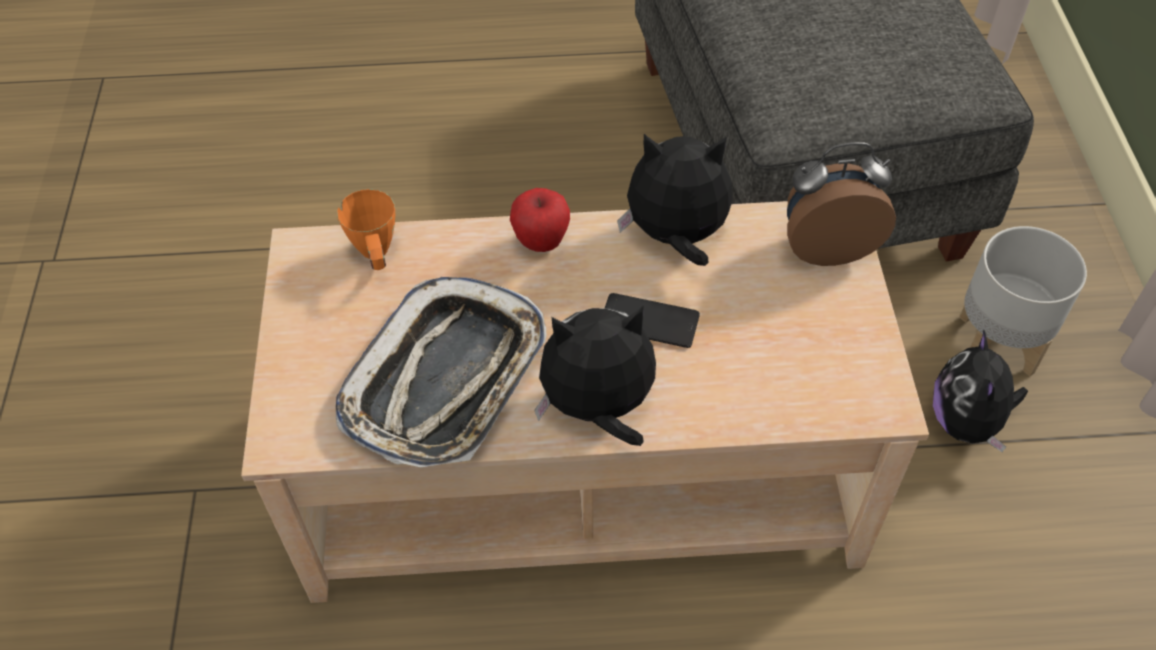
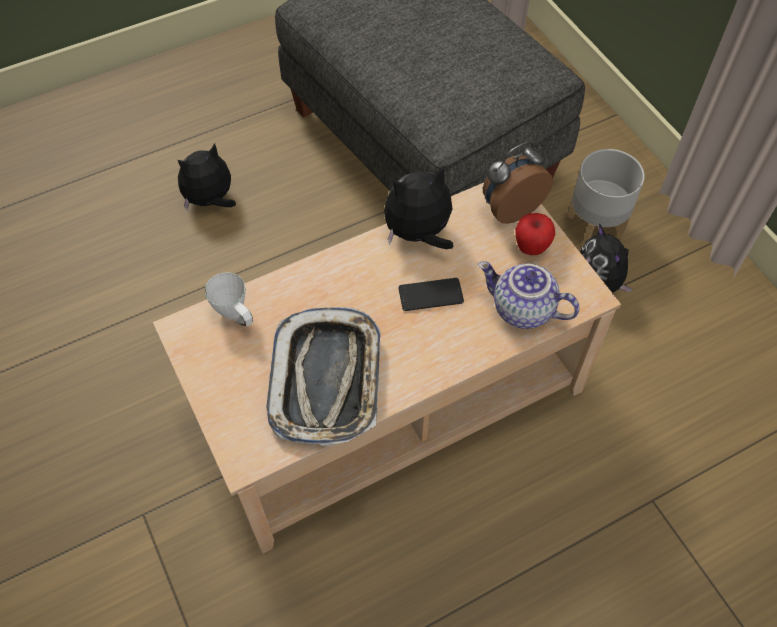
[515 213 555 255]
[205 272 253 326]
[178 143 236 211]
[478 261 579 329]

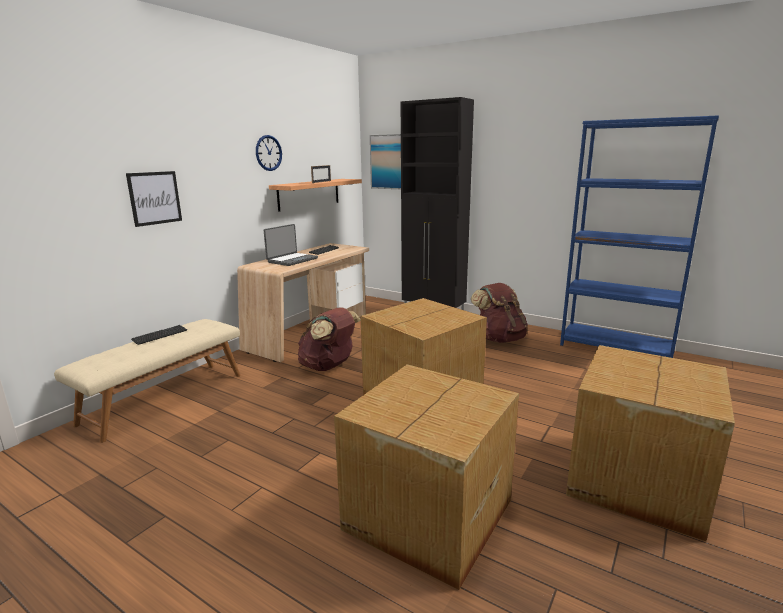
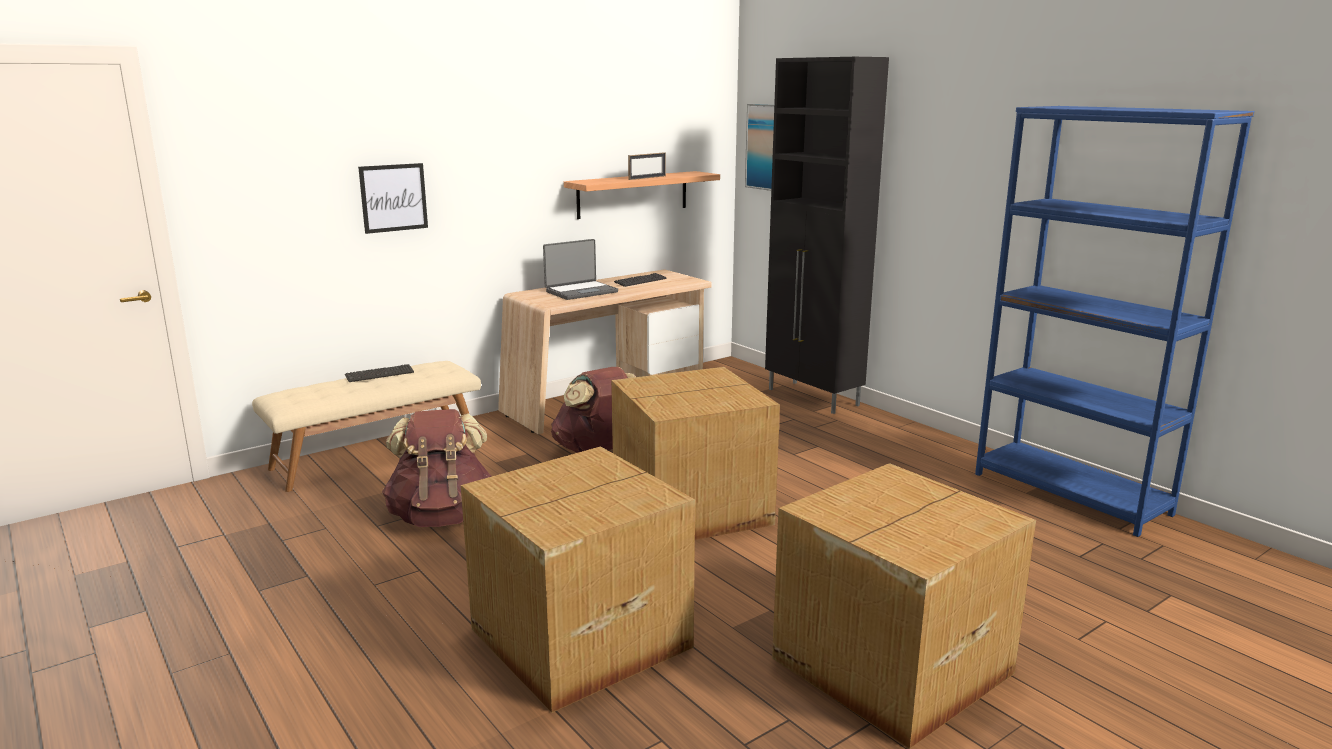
[256 135 282 171] (first image)
[382 409 491 527]

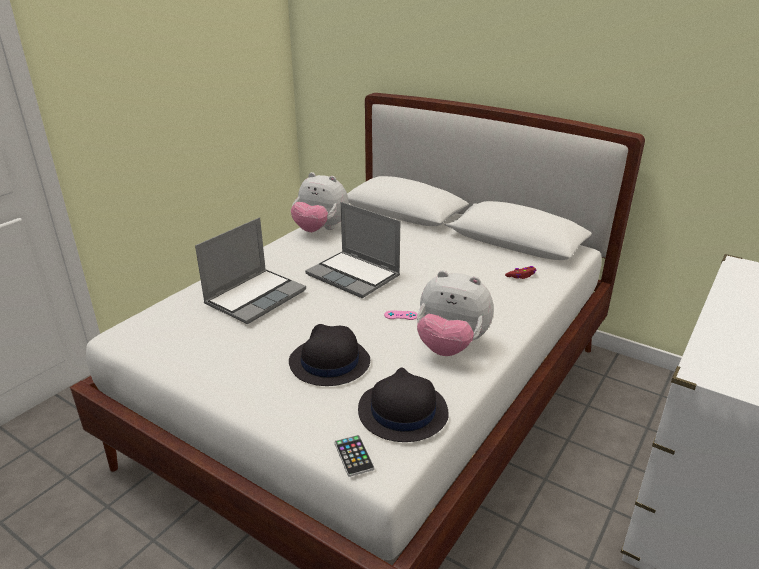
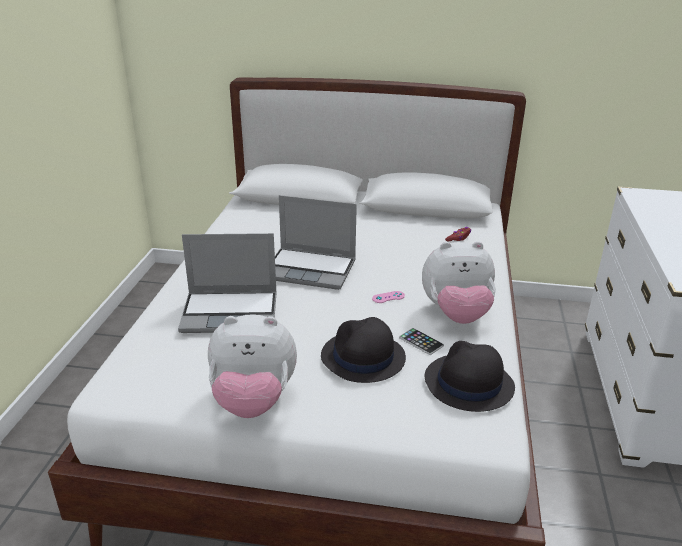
[208 314 297 418]
[178 233 277 333]
[399 328 444 355]

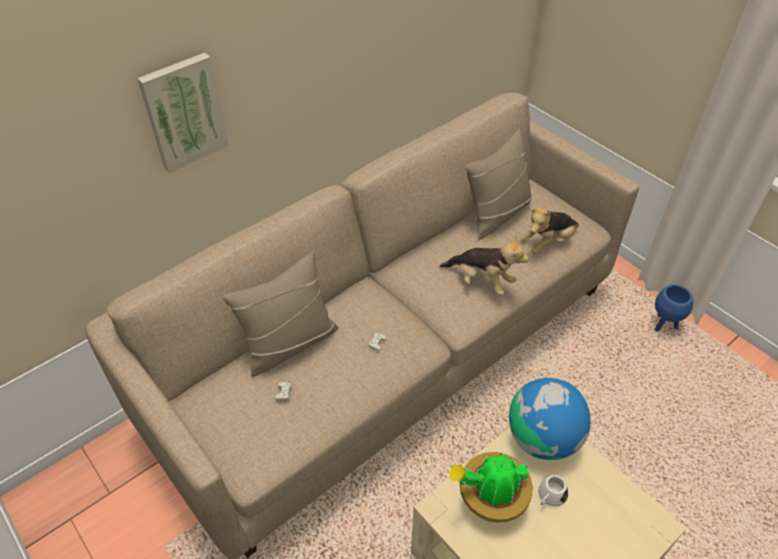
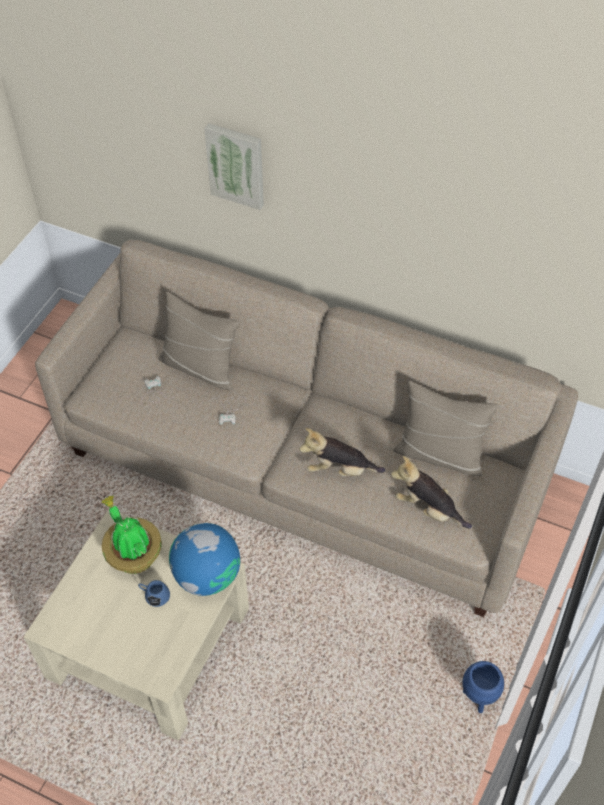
[299 428 385 476]
[138 580 170 607]

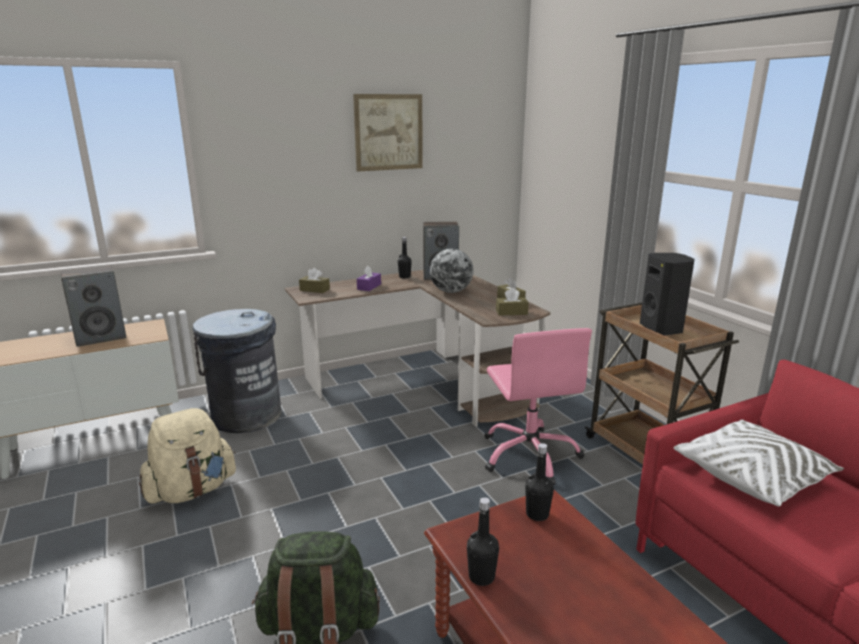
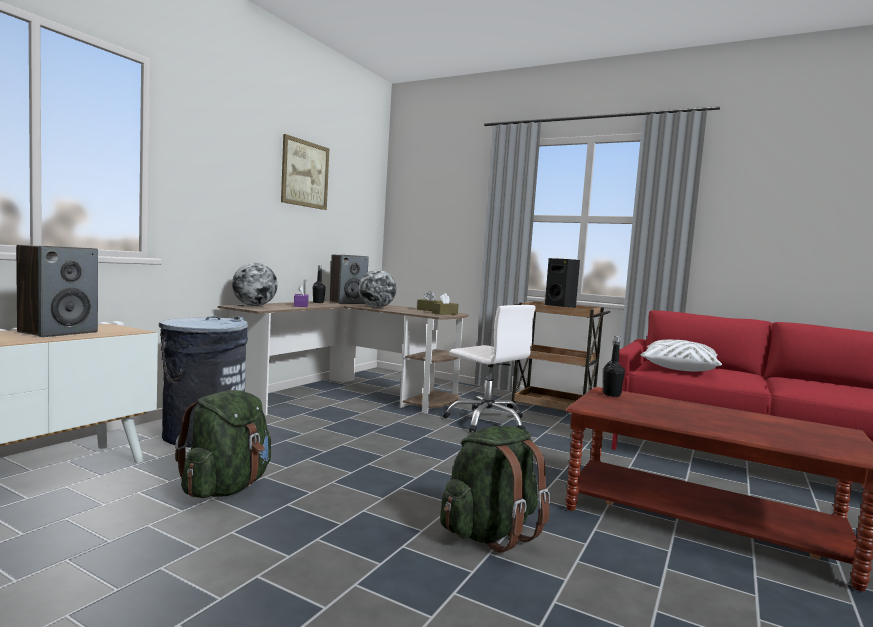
[232 263 278 306]
[443 305 536 432]
[175 390 271 498]
[467 497 499 586] (first image)

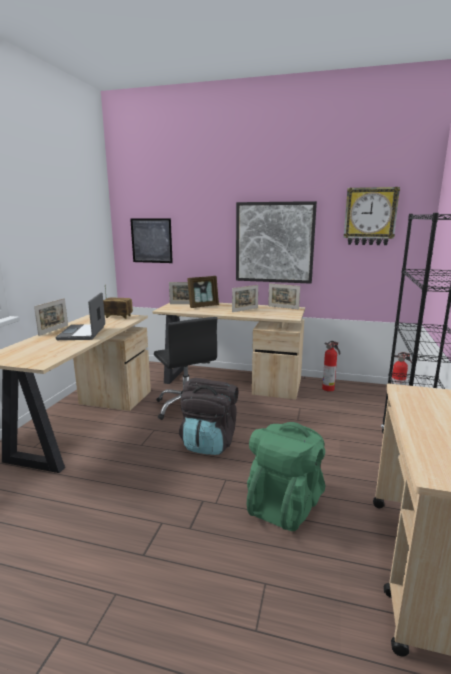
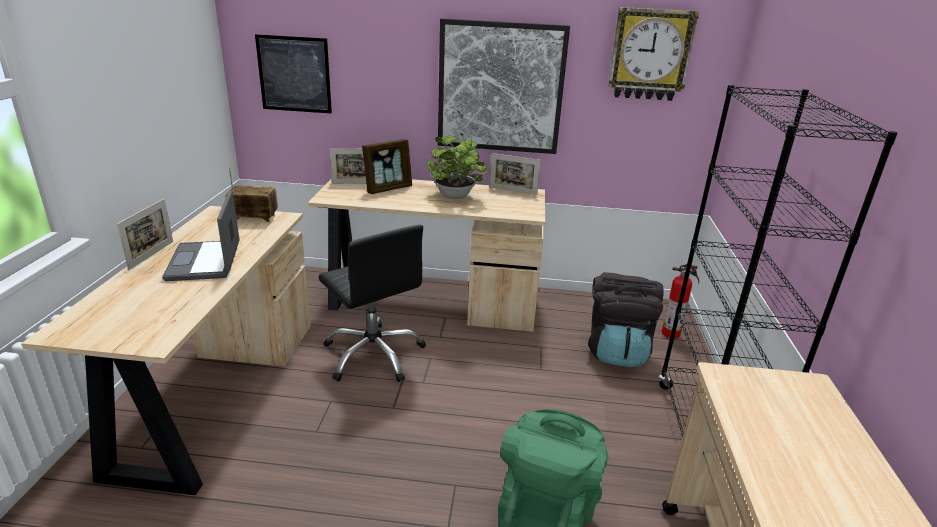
[426 136 489 199]
[322 341 340 391] (first image)
[588 272 664 367]

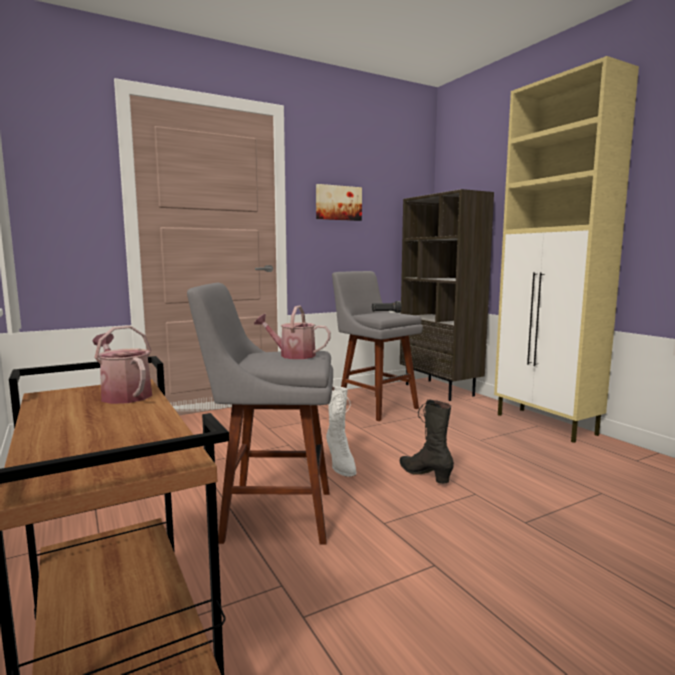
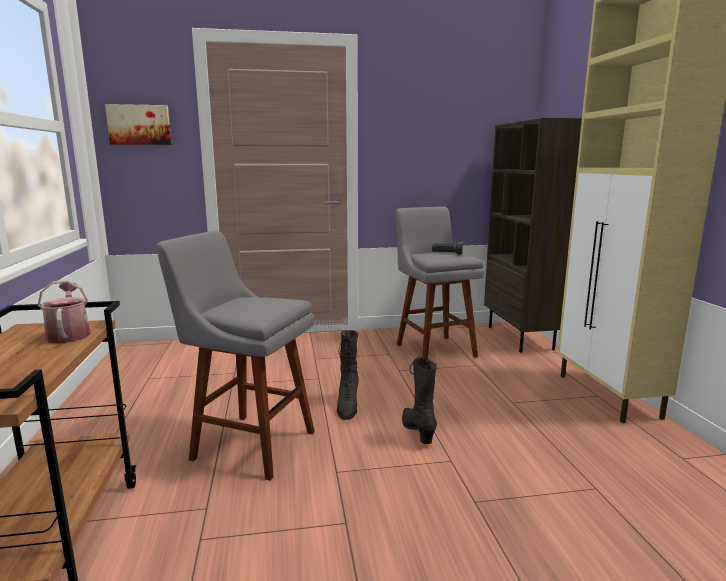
[105 104 172 145]
[254 306 331 359] (first image)
[337 330 359 420]

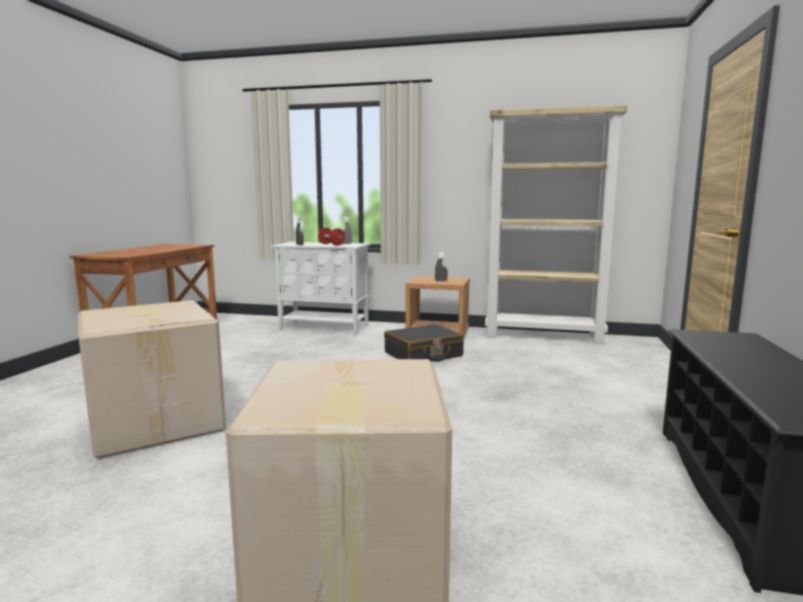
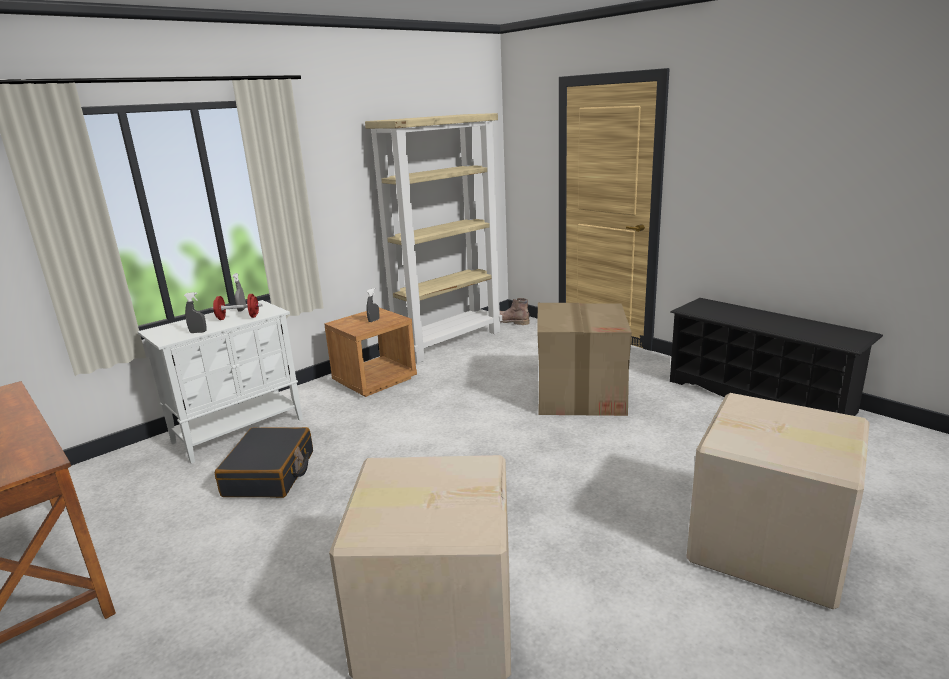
[215 427 313 498]
[500 298 530 325]
[537 303 632 416]

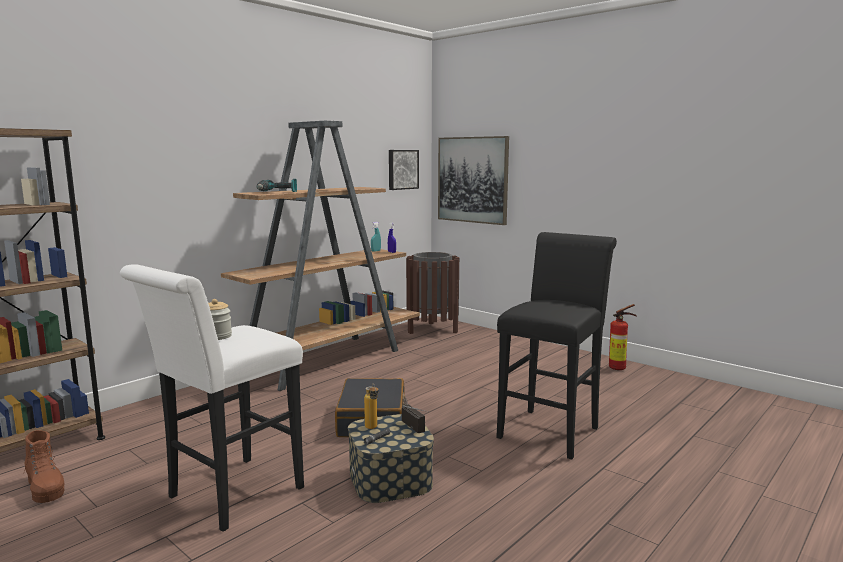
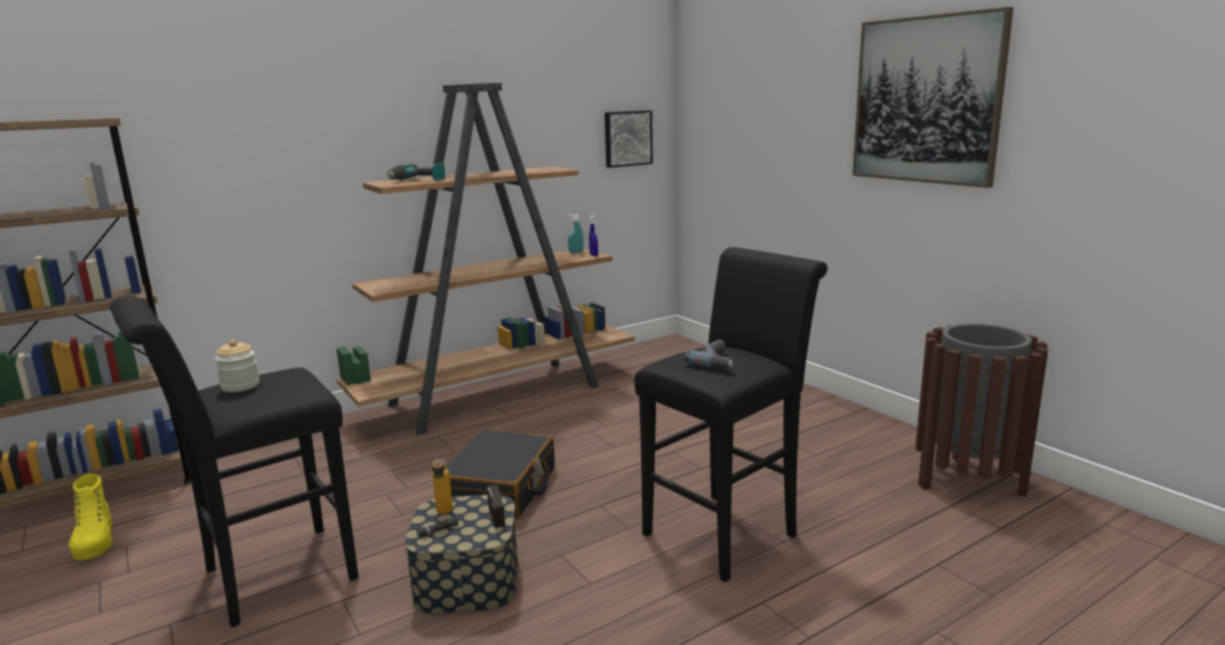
[852 7 1014 188]
[915 324 1049 497]
[110 296 359 628]
[609 304 637 370] (first image)
[68 473 113 560]
[684 340 733 369]

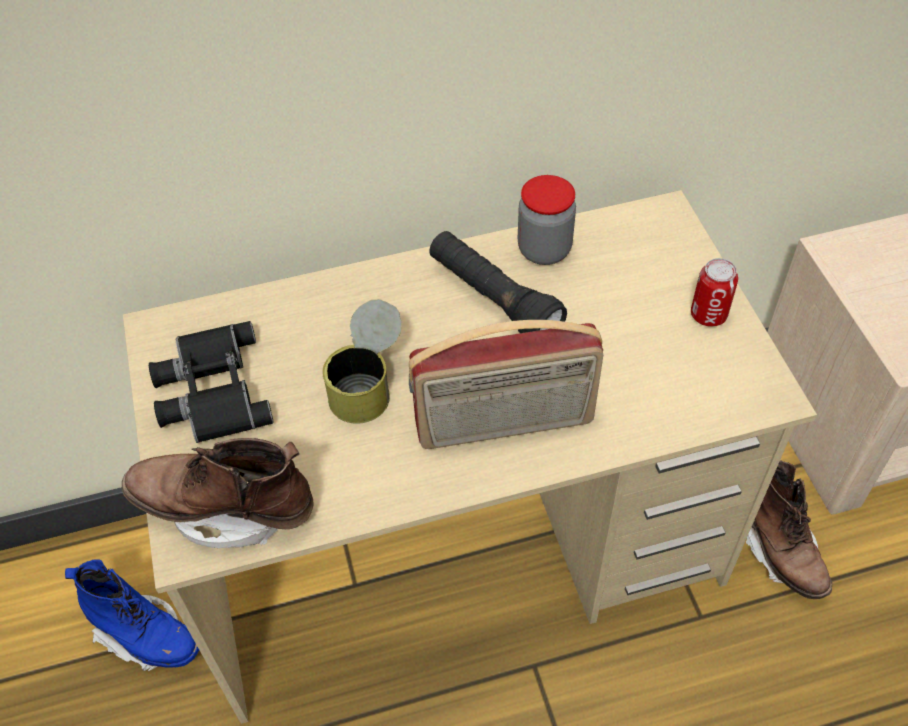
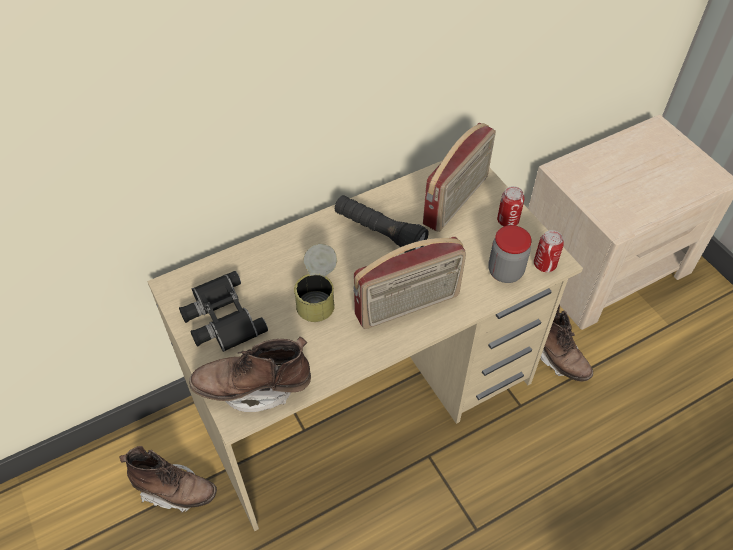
[489 225 532 283]
[119 446 217 512]
[423 123 496 232]
[534 230 564 272]

